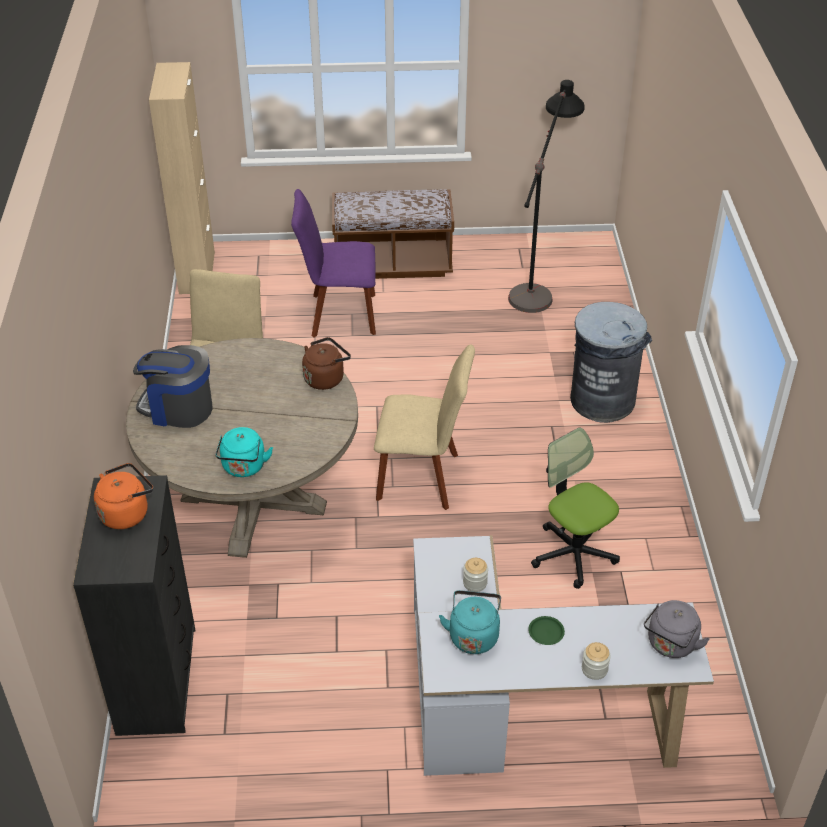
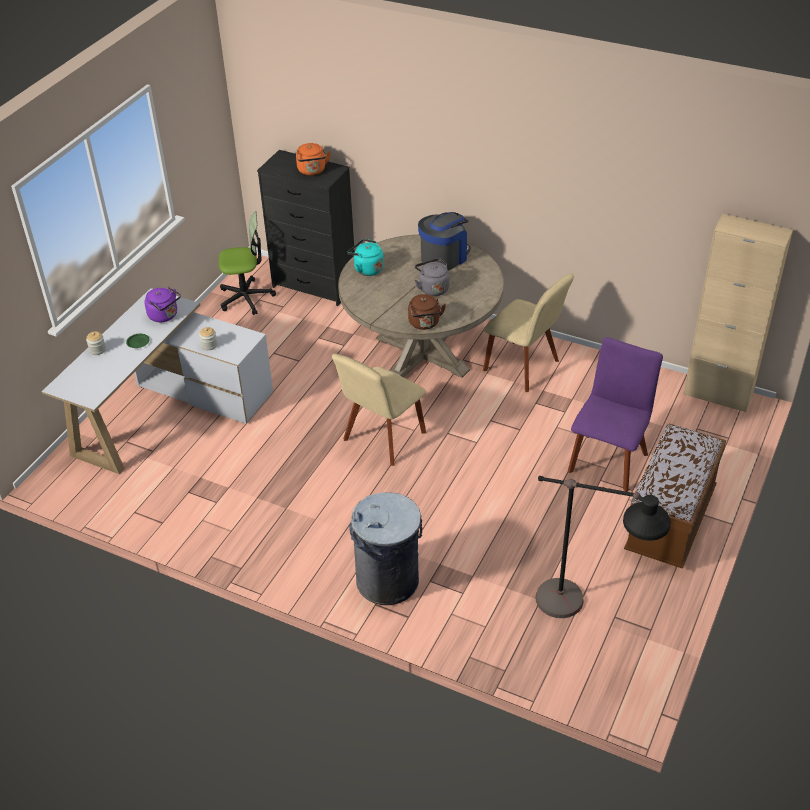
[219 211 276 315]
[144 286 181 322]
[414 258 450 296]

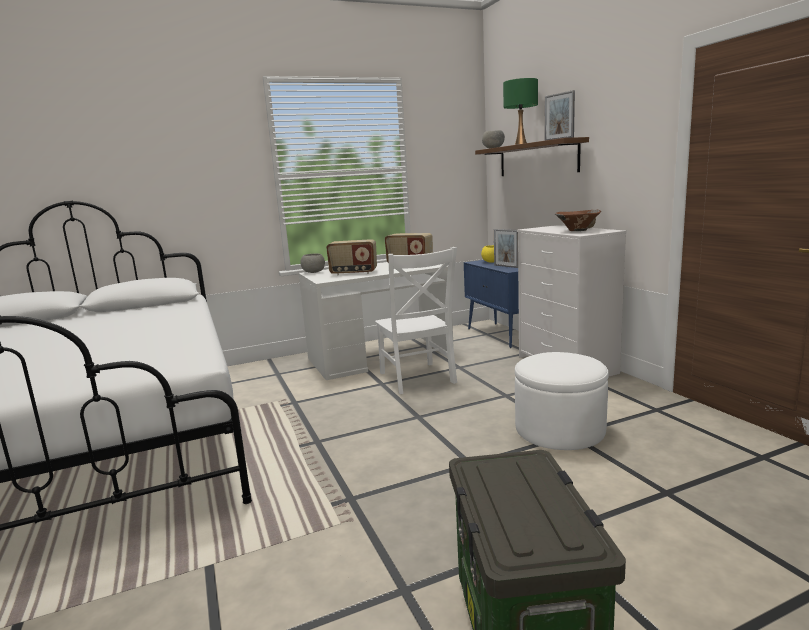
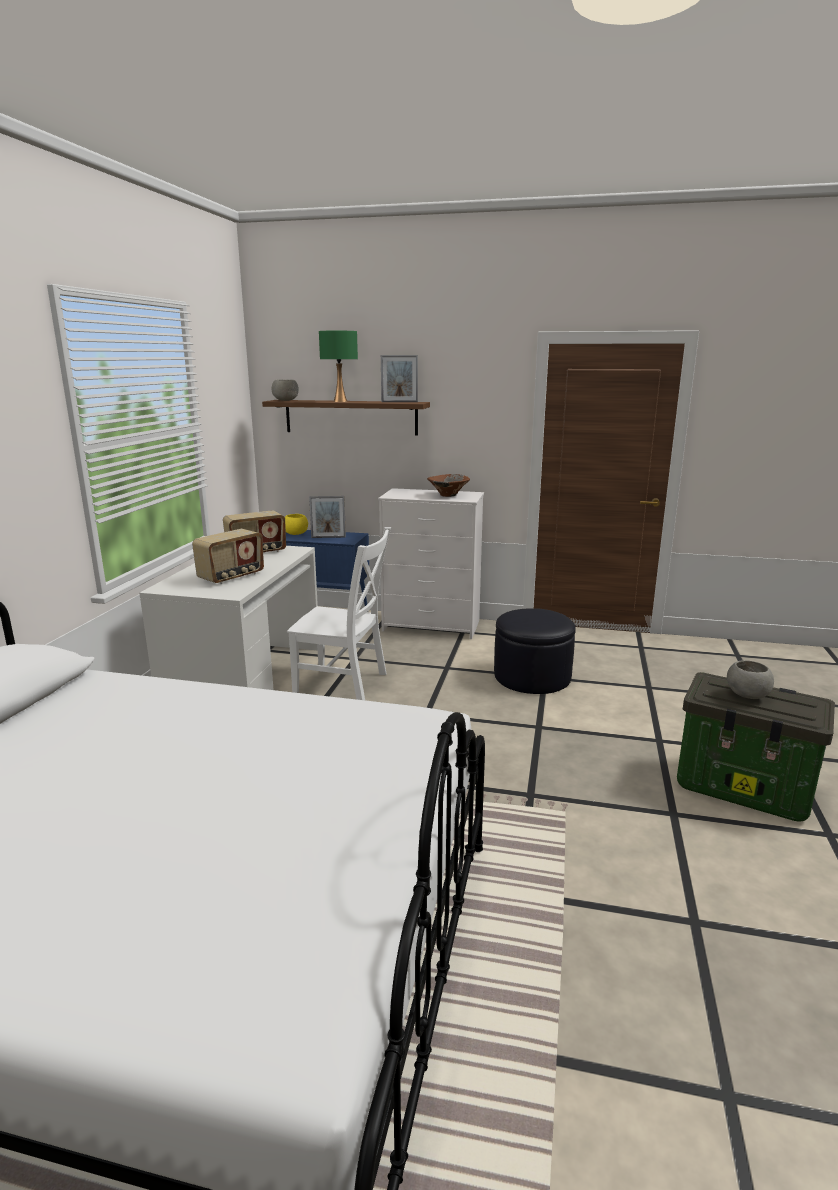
[727 660 774 699]
[494 608 576 694]

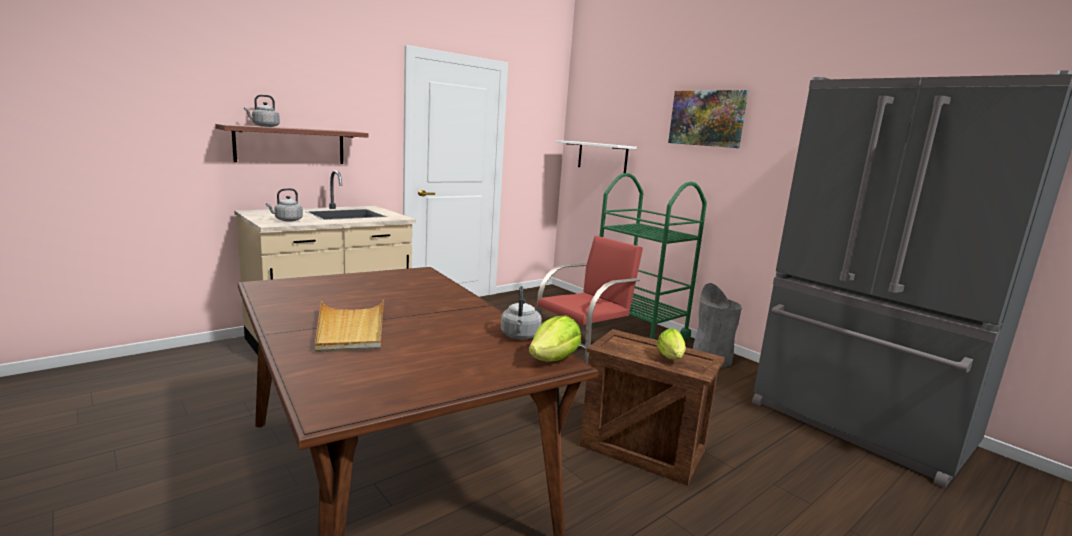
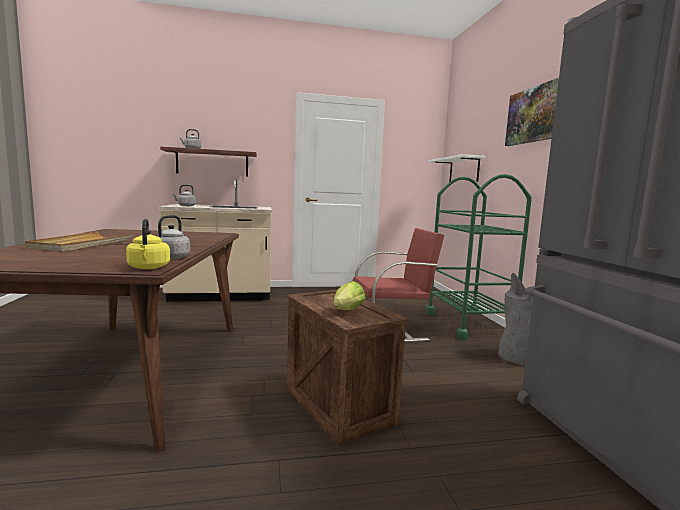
[126 219 170 269]

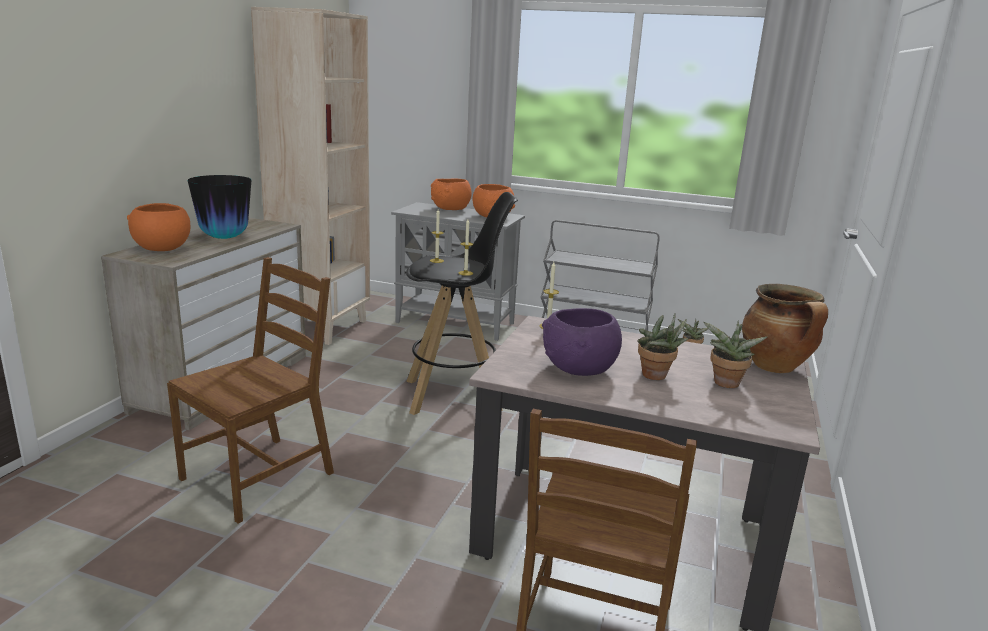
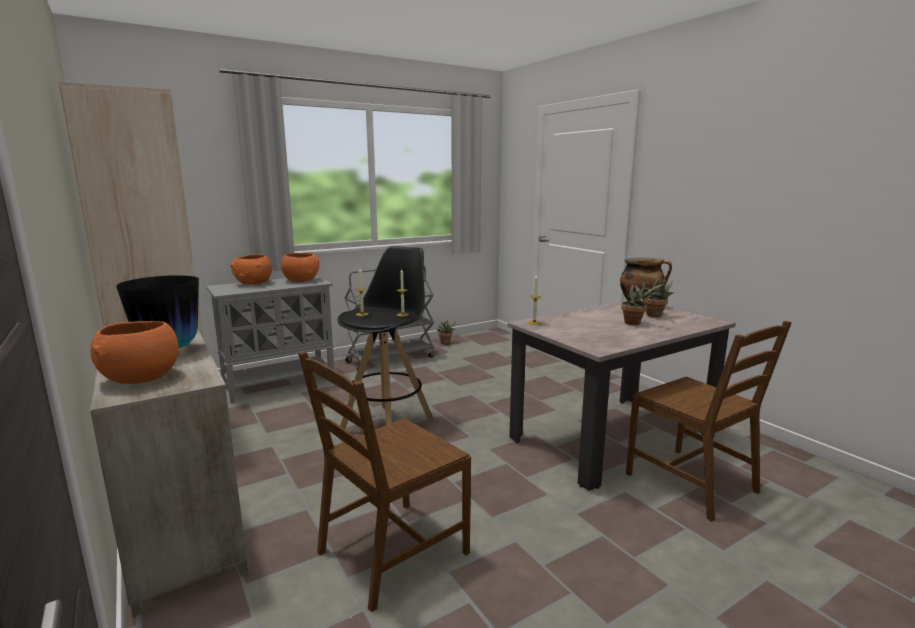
[298 351 471 612]
[542 308 622 376] (first image)

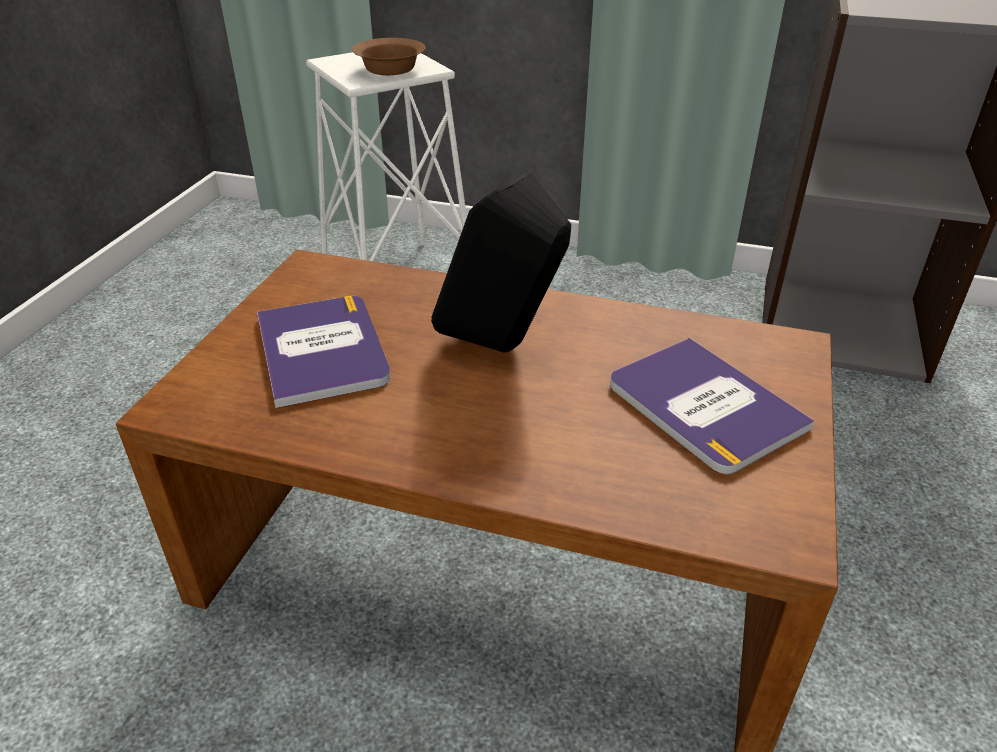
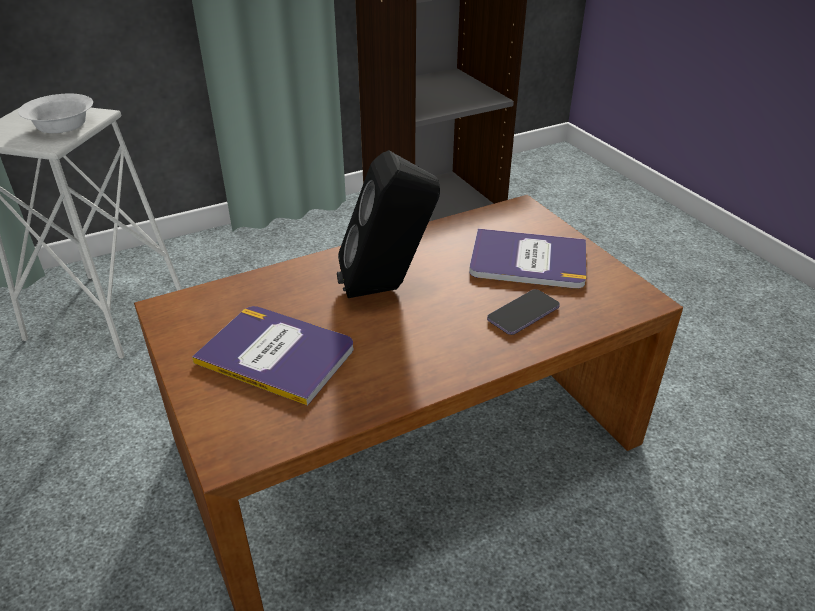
[18 94 93 133]
[487 289 560 335]

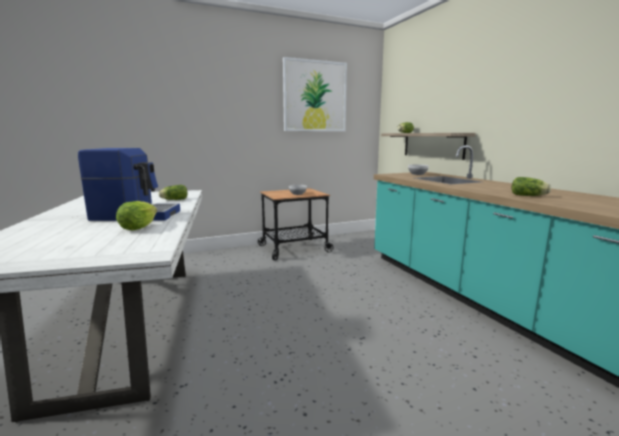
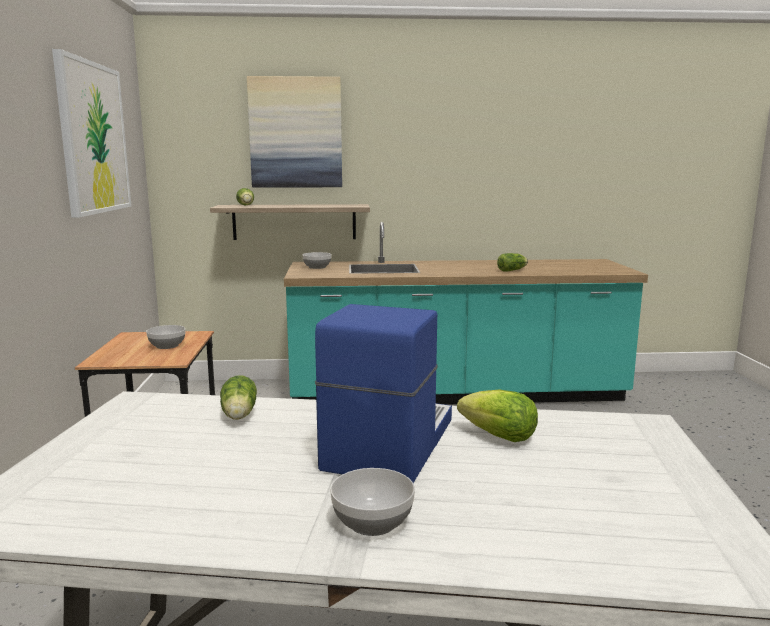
[247 76 342 187]
[330 468 415 536]

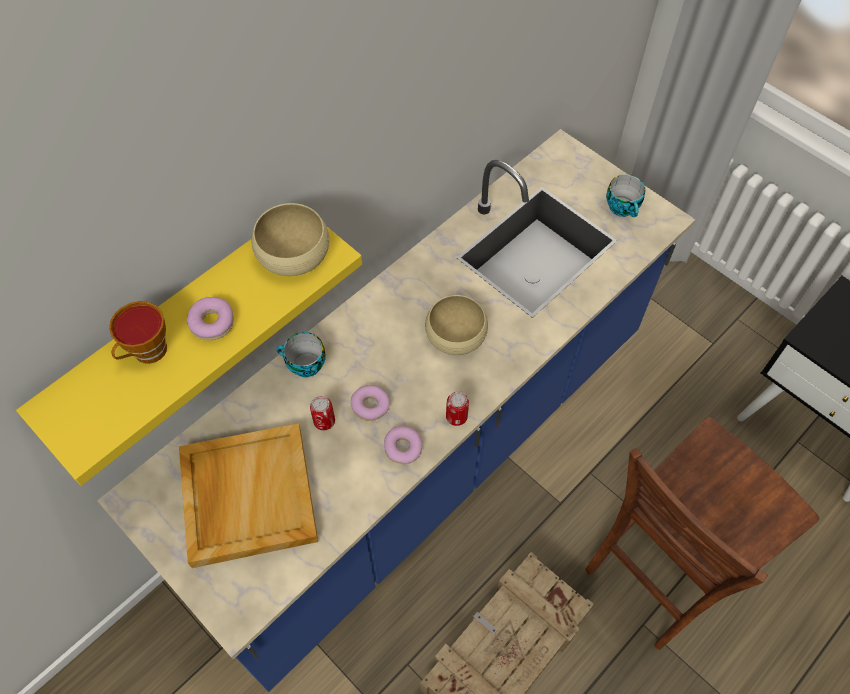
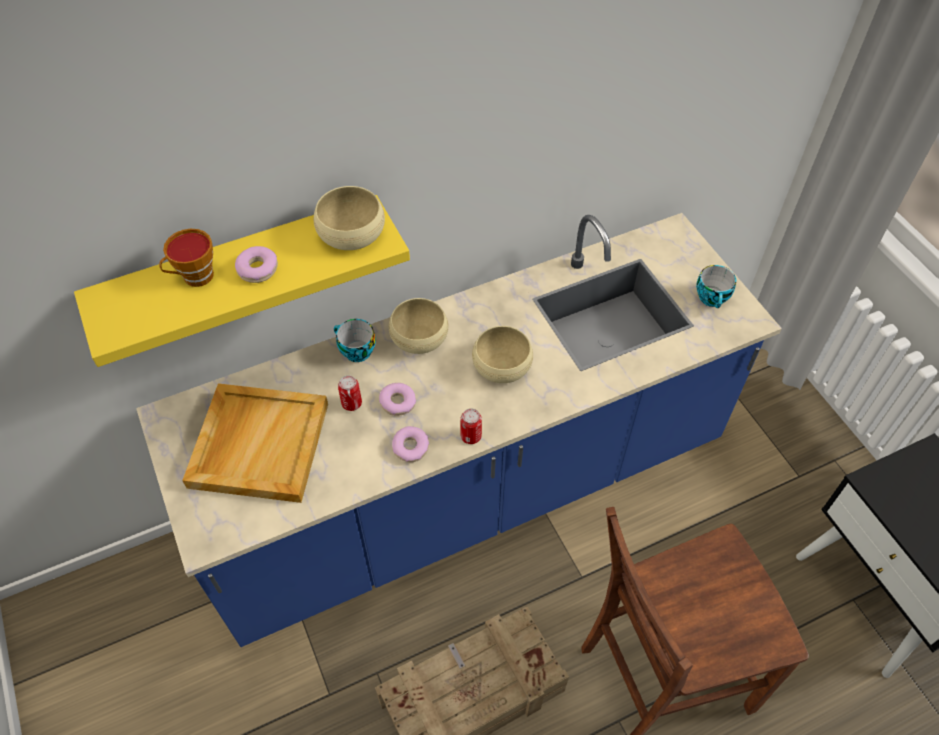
[389 298 448 354]

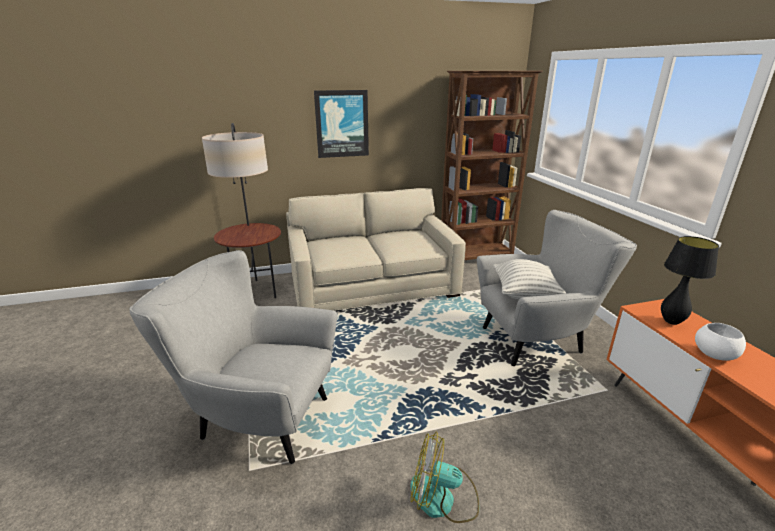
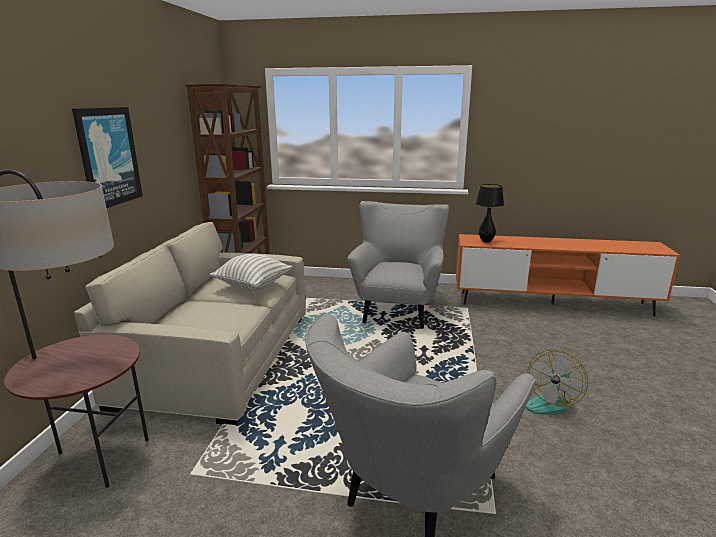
[210 254 292 291]
[695 323 746 361] (first image)

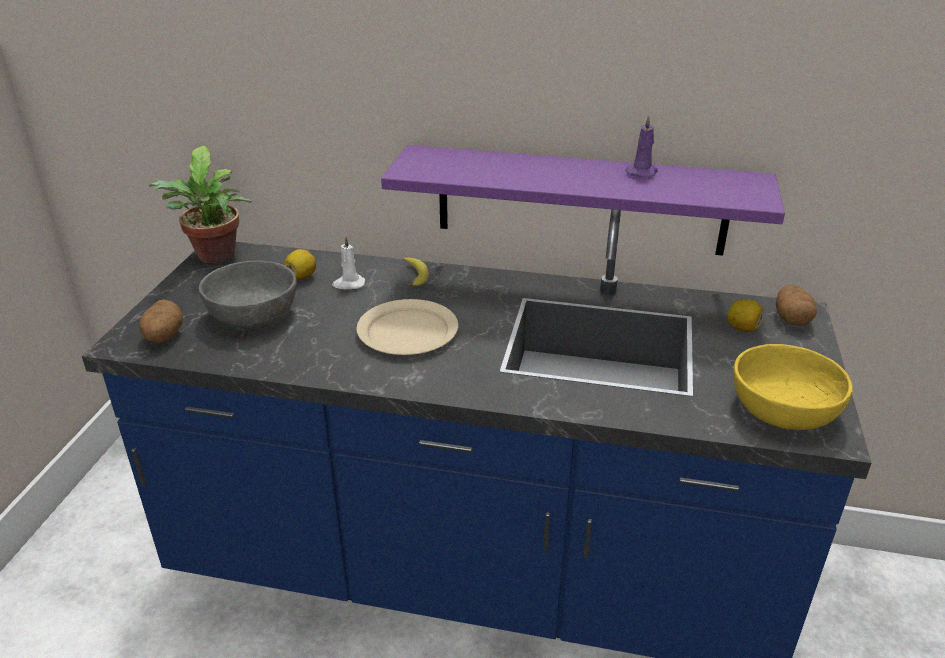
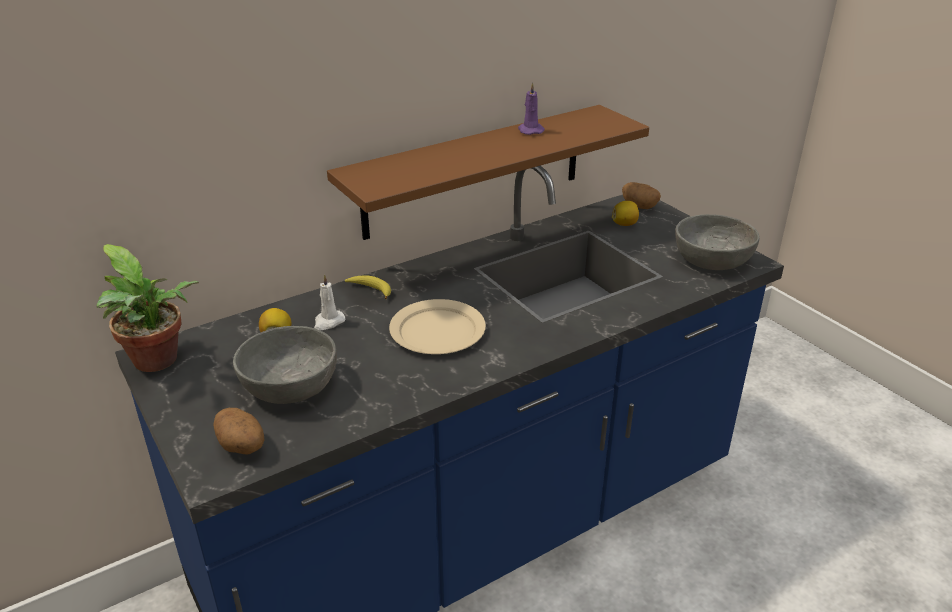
[327 105 649 240]
[675 214 760 270]

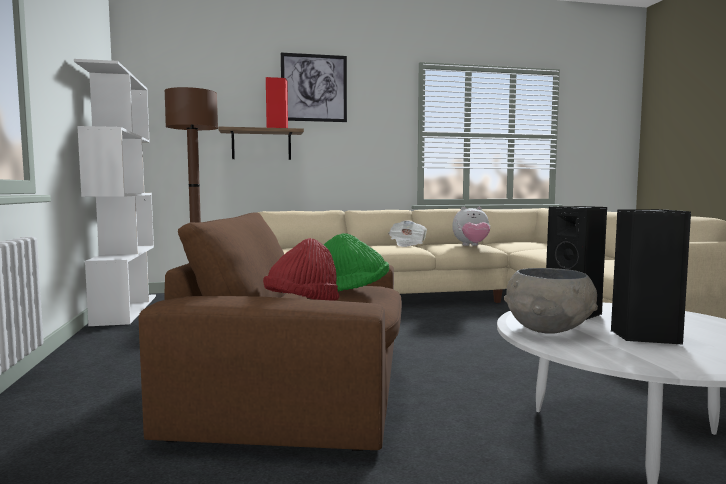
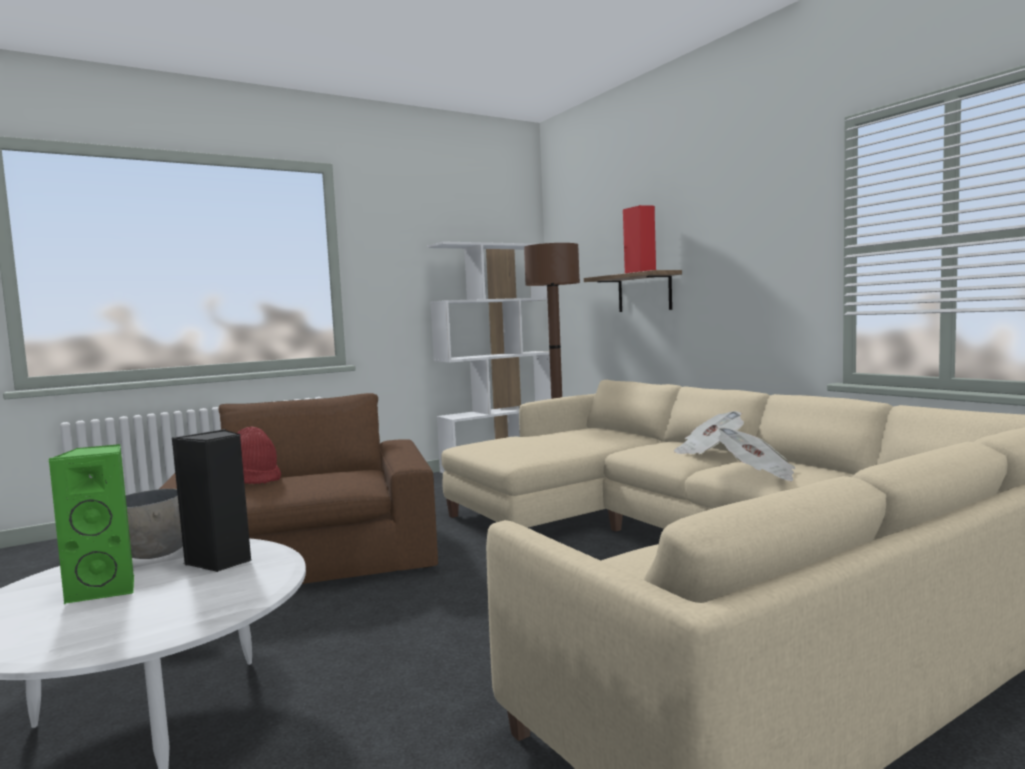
[281 53 347 122] (first image)
[718 427 795 481]
[49 444 134 605]
[324 233 389 291] (first image)

